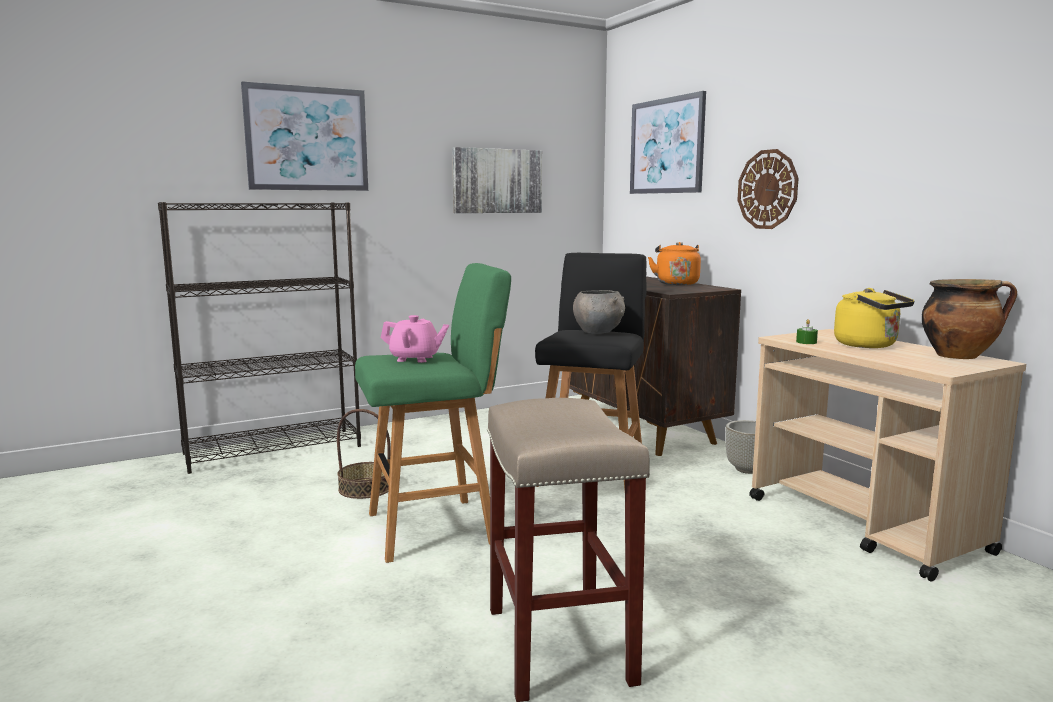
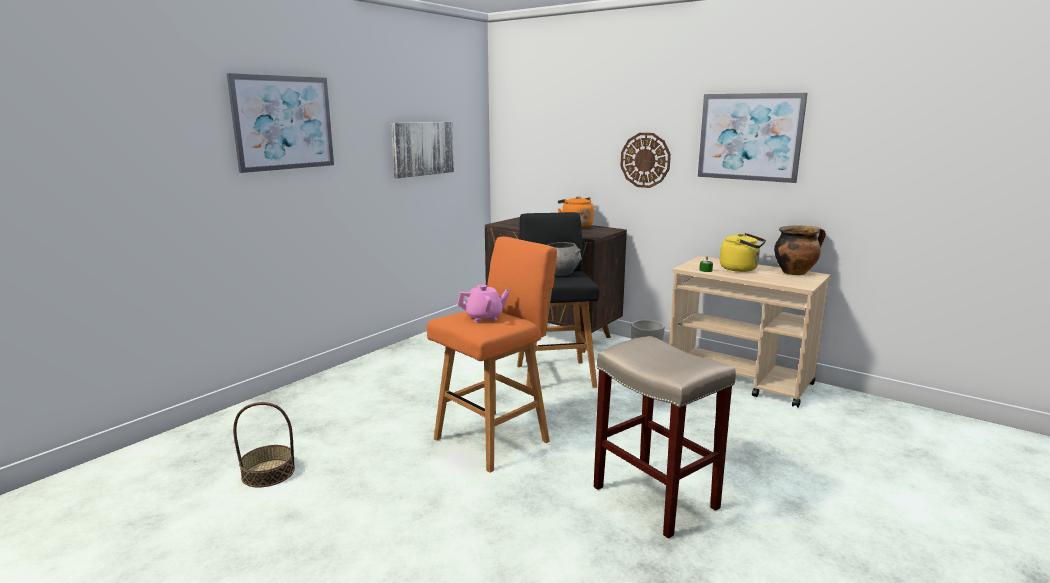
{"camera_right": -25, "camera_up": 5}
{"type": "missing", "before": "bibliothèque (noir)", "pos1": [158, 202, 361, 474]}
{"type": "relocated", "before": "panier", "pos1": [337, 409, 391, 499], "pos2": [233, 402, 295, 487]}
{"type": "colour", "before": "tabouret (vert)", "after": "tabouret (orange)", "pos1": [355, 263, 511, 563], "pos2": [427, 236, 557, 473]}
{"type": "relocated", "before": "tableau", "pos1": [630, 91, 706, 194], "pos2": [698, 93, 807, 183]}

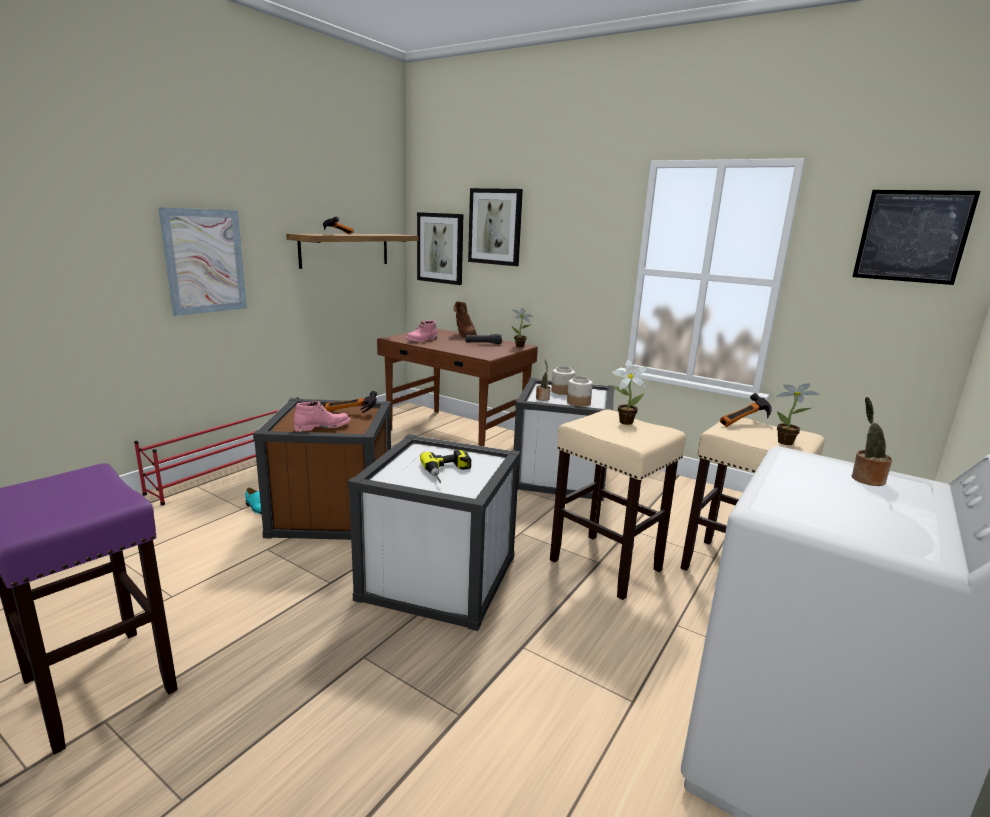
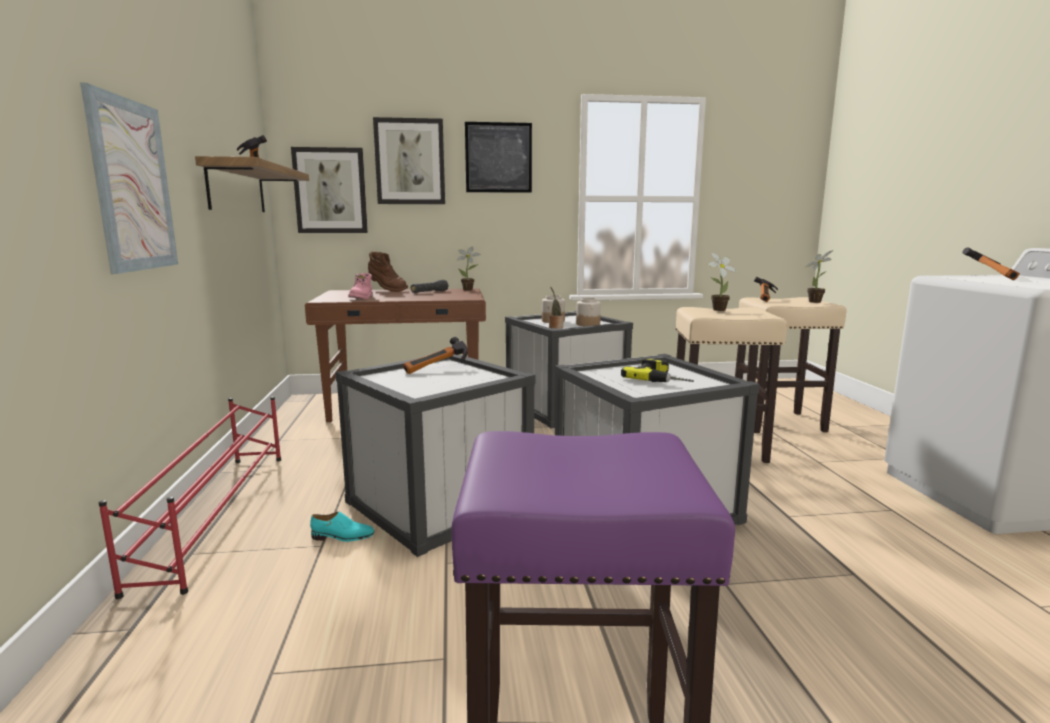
{"camera_right": -40, "camera_up": -5}
{"type": "colour", "before": "boîte de rangement (marron)", "after": "boîte de rangement (blanc)", "pos1": [253, 398, 391, 540], "pos2": [335, 353, 535, 557]}
{"type": "missing", "before": "botte (rose)", "pos1": [294, 401, 350, 432]}
{"type": "relocated", "before": "tableau", "pos1": [852, 190, 981, 285], "pos2": [465, 122, 532, 193]}
{"type": "exchanged", "before": "plante en pot", "after": "marteau", "pos1": [852, 397, 892, 486], "pos2": [962, 248, 1020, 280]}

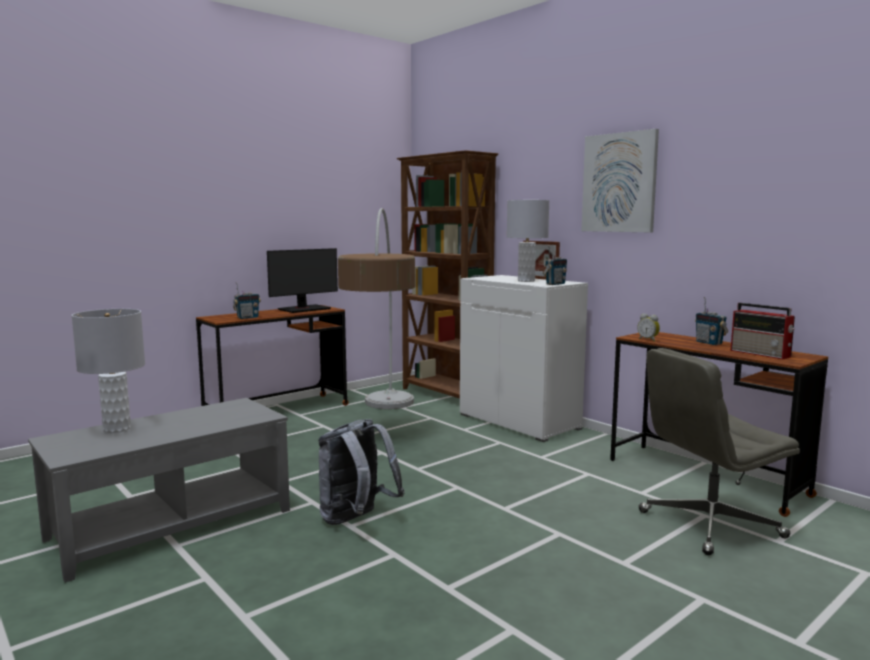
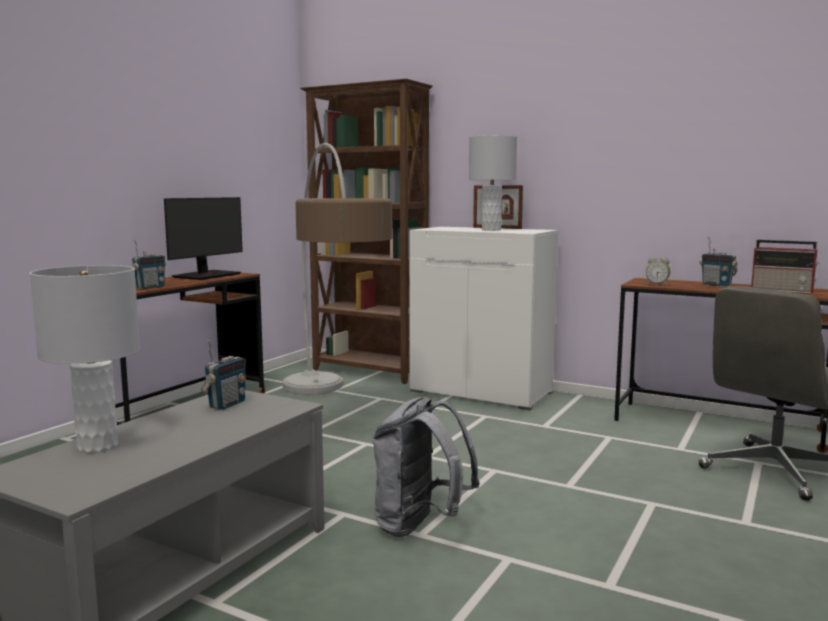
{"camera_right": -20, "camera_up": 0}
{"type": "relocated", "before": "radio", "pos1": [543, 247, 567, 285], "pos2": [201, 340, 246, 410]}
{"type": "missing", "before": "tableau", "pos1": [582, 129, 659, 232]}

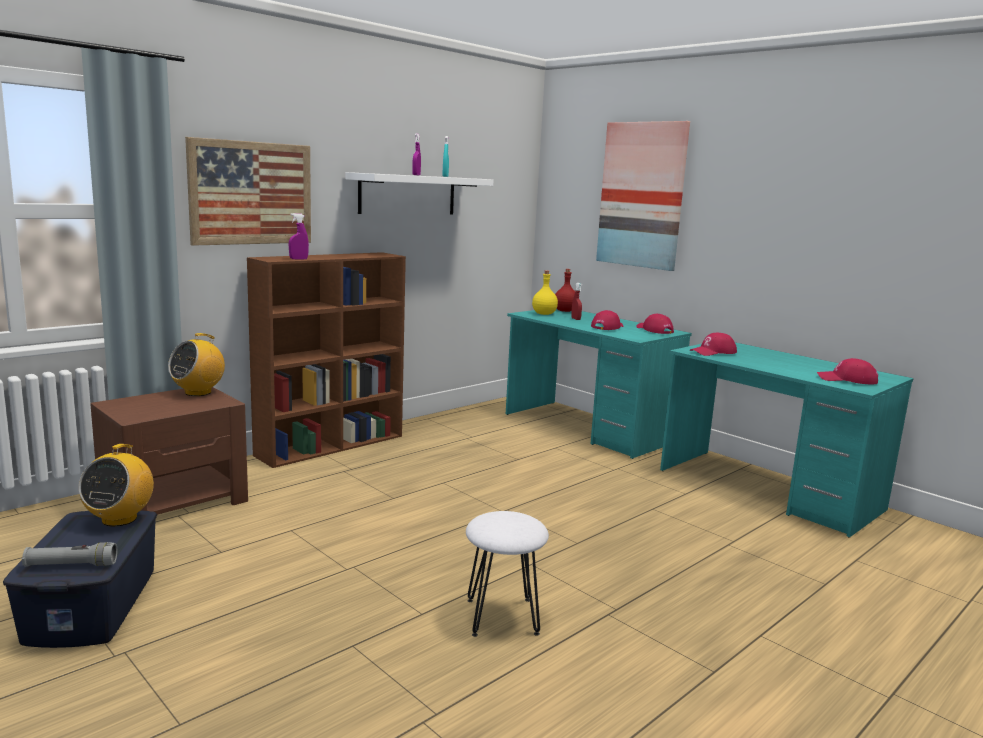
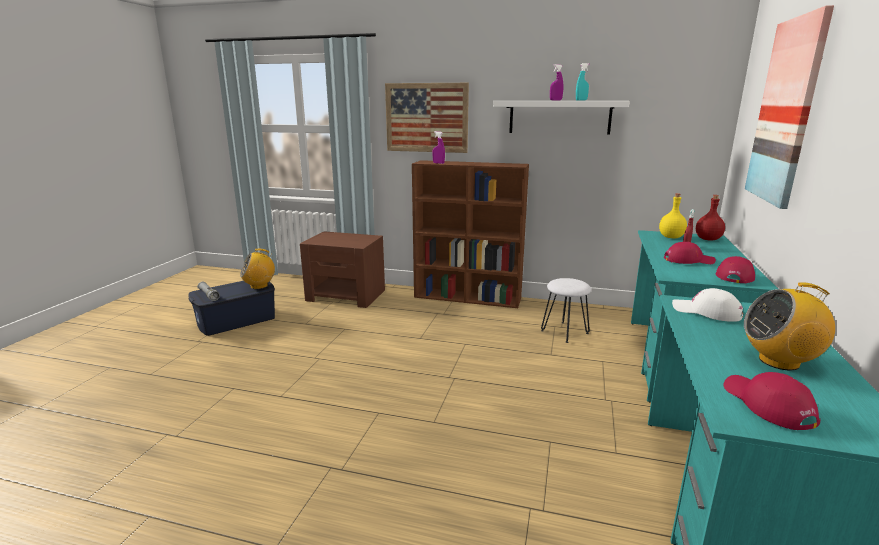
{"camera_right": 60, "camera_up": 5}
{"type": "relocated", "before": "radio", "pos1": [168, 333, 225, 396], "pos2": [744, 282, 835, 371]}
{"type": "relocated", "before": "tabouret (blanc)", "pos1": [466, 511, 549, 637], "pos2": [541, 278, 591, 343]}
{"type": "colour", "before": "casquette (rouge)", "after": "casquette (blanc)", "pos1": [690, 333, 737, 356], "pos2": [672, 288, 743, 322]}

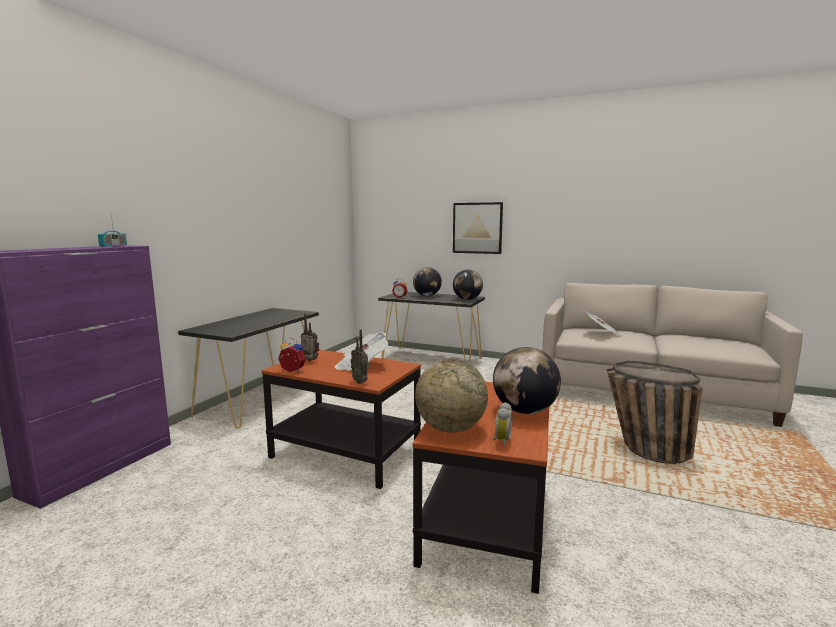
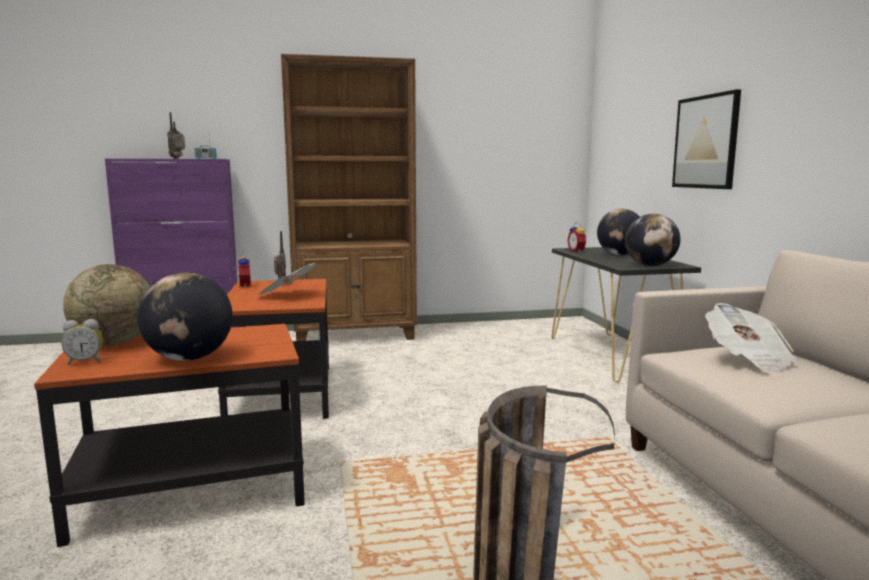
{"camera_right": 55, "camera_up": 0}
{"type": "exchanged", "before": "table console (noir)", "after": "bibliothèque (marron)", "pos1": [178, 308, 319, 428], "pos2": [281, 54, 417, 341]}
{"type": "relocated", "before": "radio", "pos1": [351, 329, 370, 384], "pos2": [167, 112, 185, 159]}

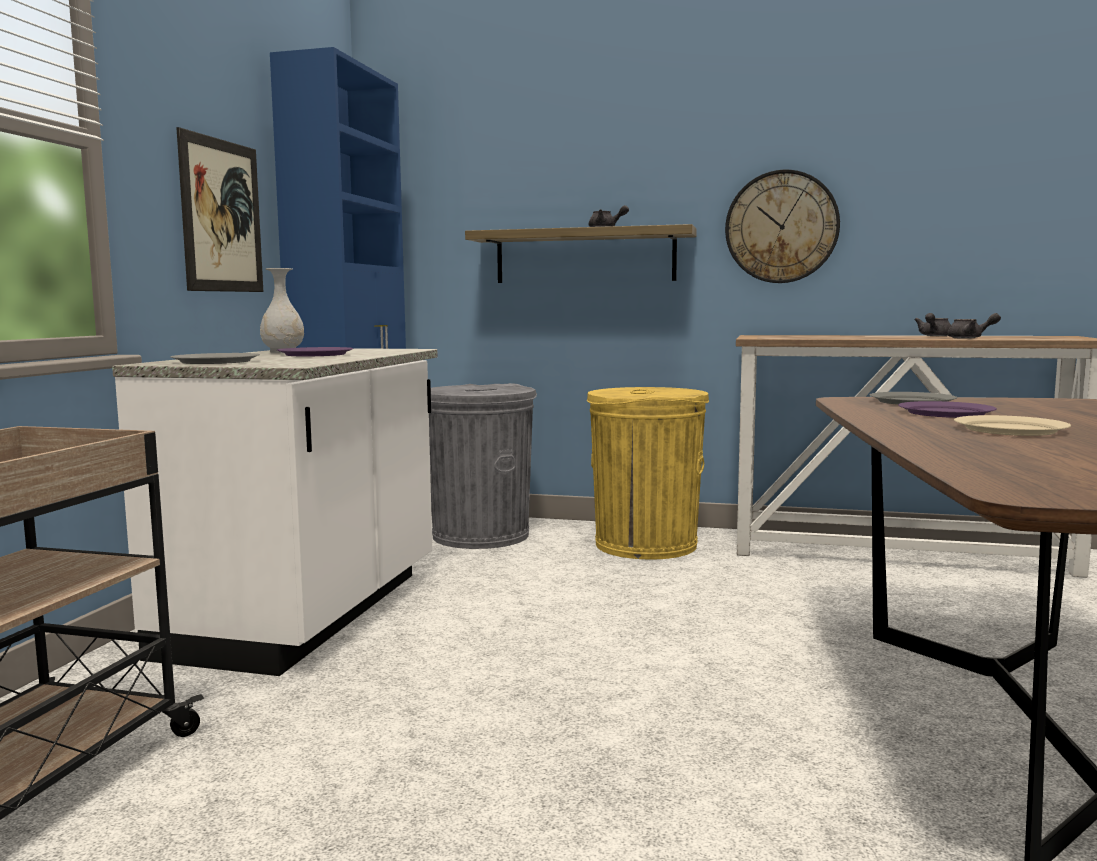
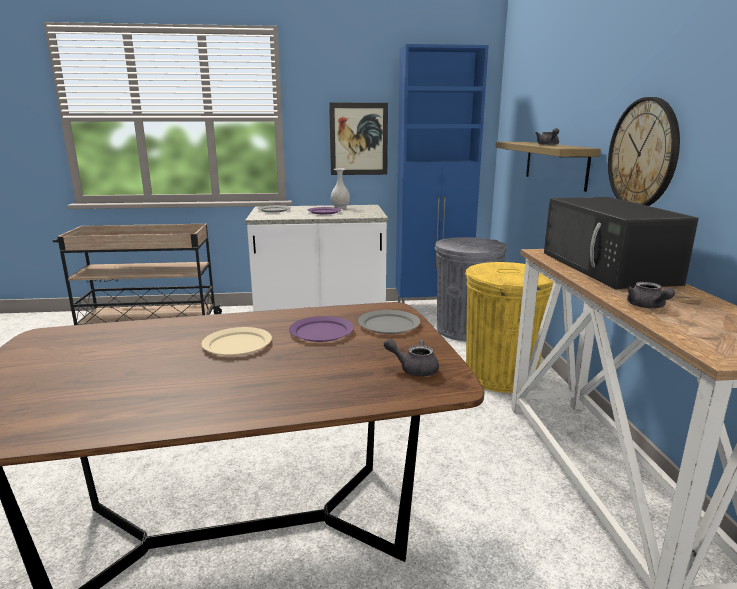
{"camera_right": 70, "camera_up": 10}
{"type": "relocated", "before": "théière (gris)", "pos1": [914, 313, 951, 336], "pos2": [384, 339, 439, 376]}
{"type": "appeared", "after": "micro-ondes (noir)", "pos2": [544, 197, 699, 289]}

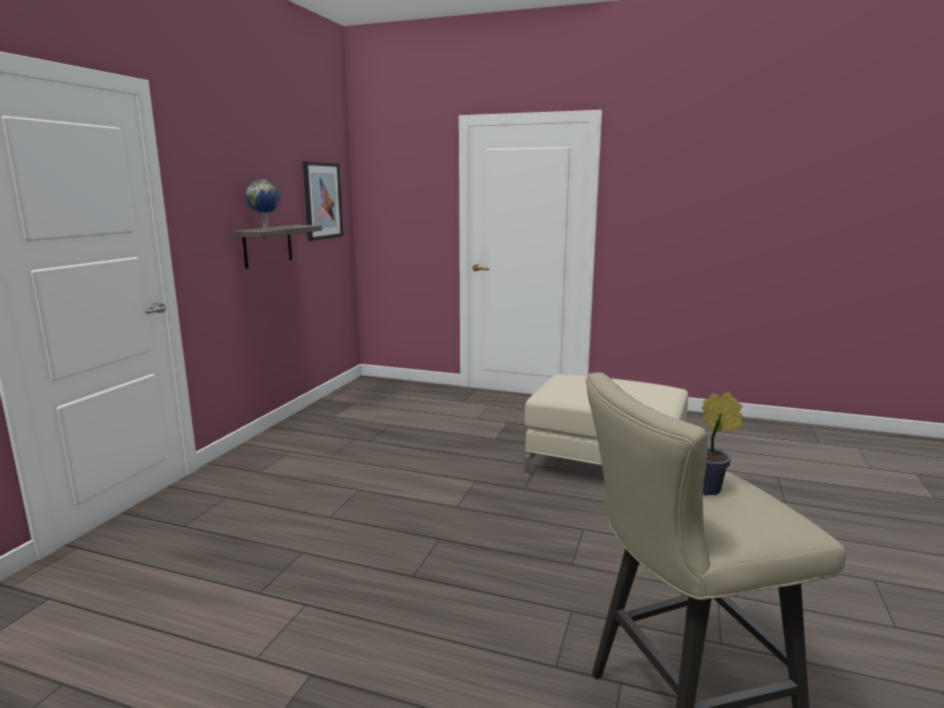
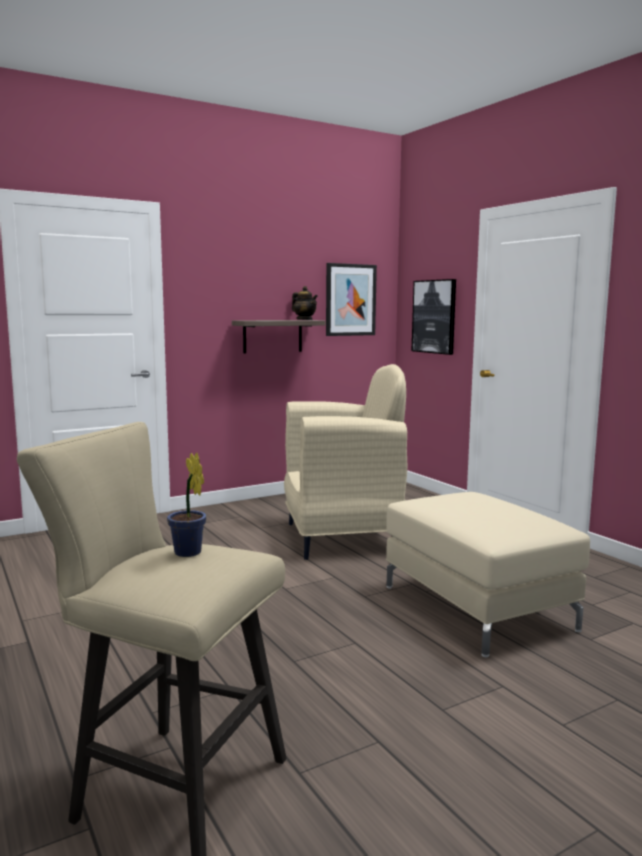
{"camera_right": 40, "camera_up": -5}
{"type": "missing", "before": "globe", "pos1": [246, 180, 280, 229]}
{"type": "appeared", "after": "fauteuil (beige)", "pos2": [284, 364, 407, 560]}
{"type": "appeared", "after": "théière", "pos2": [292, 286, 318, 320]}
{"type": "appeared", "after": "tableau", "pos2": [412, 279, 456, 355]}

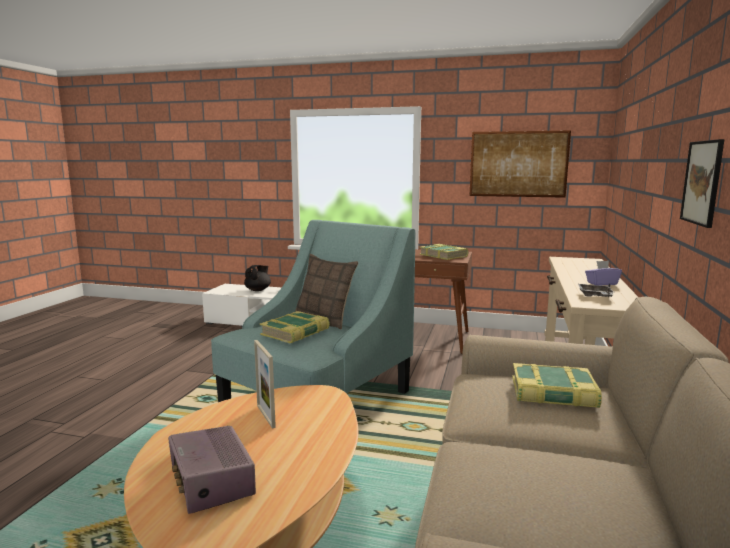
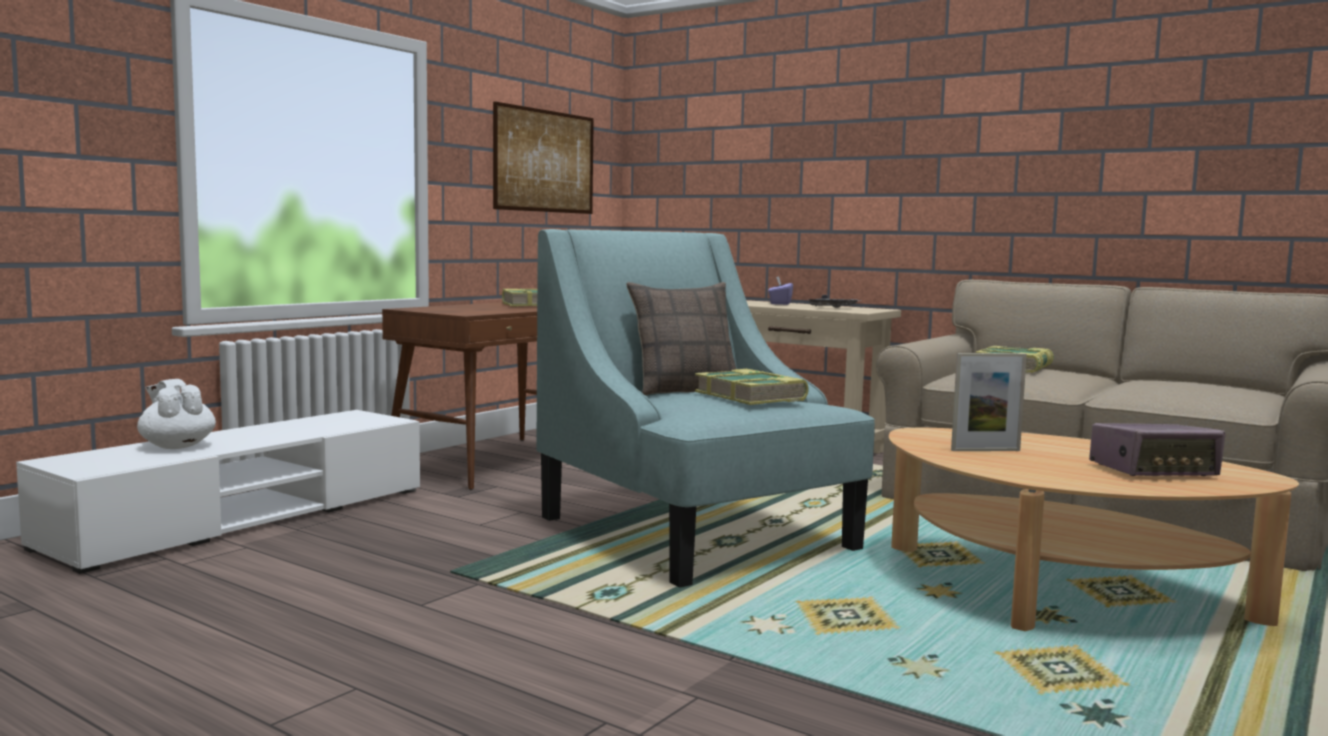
{"camera_right": -70, "camera_up": -5}
{"type": "colour", "before": "théière (noir)", "after": "théière (blanc)", "pos1": [244, 265, 271, 291], "pos2": [137, 379, 216, 449]}
{"type": "missing", "before": "tableau", "pos1": [680, 139, 725, 228]}

